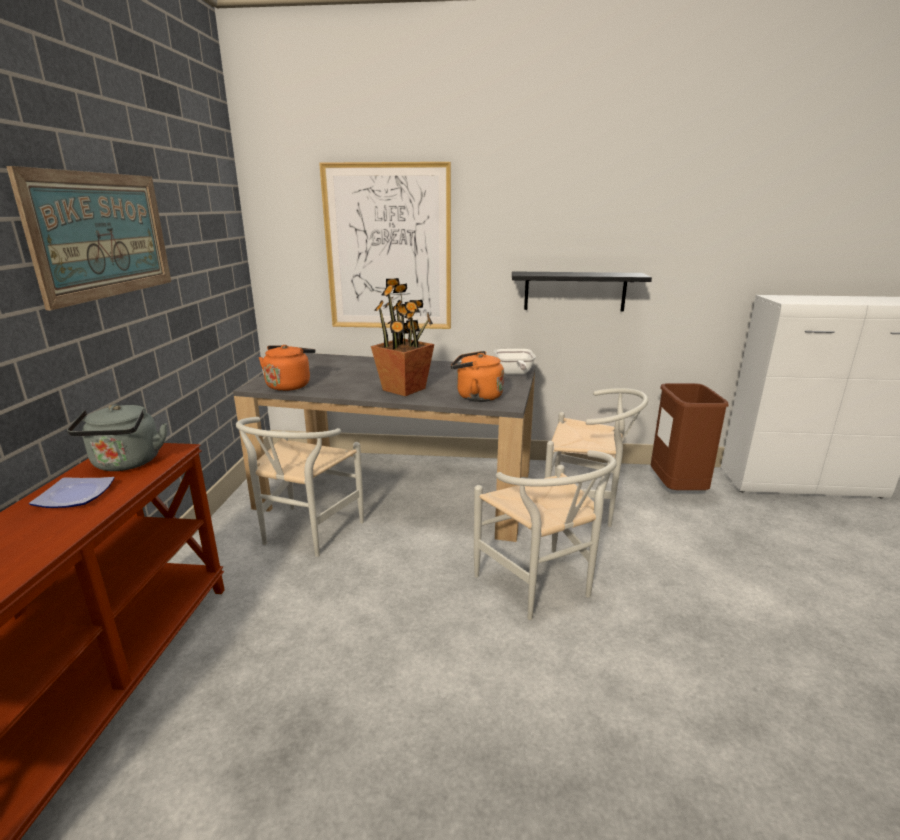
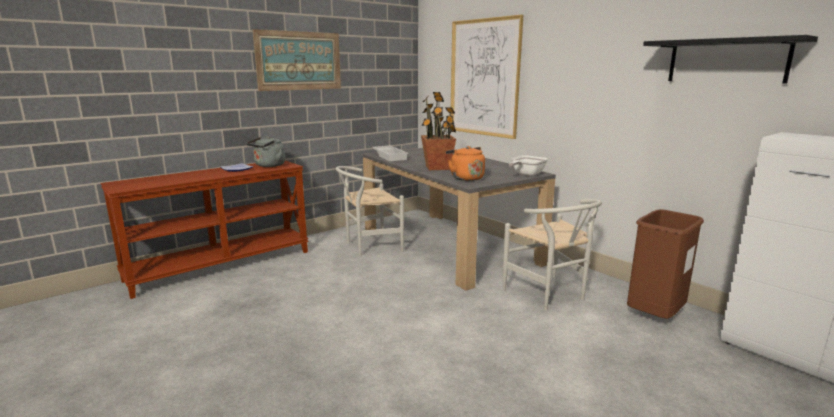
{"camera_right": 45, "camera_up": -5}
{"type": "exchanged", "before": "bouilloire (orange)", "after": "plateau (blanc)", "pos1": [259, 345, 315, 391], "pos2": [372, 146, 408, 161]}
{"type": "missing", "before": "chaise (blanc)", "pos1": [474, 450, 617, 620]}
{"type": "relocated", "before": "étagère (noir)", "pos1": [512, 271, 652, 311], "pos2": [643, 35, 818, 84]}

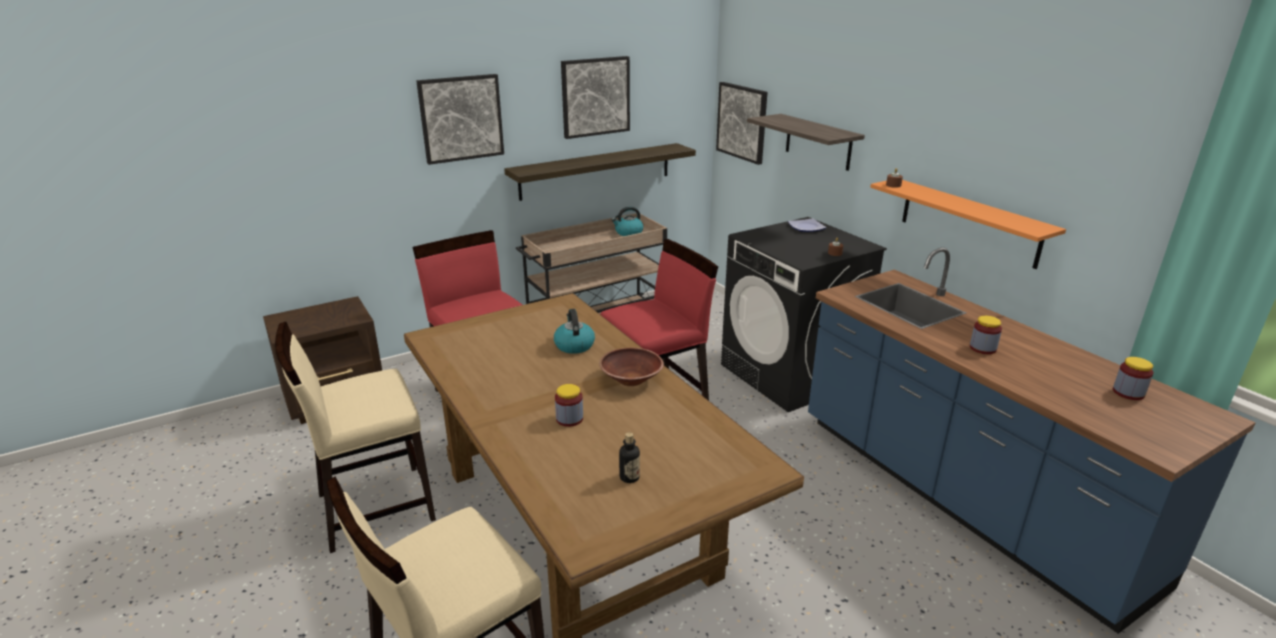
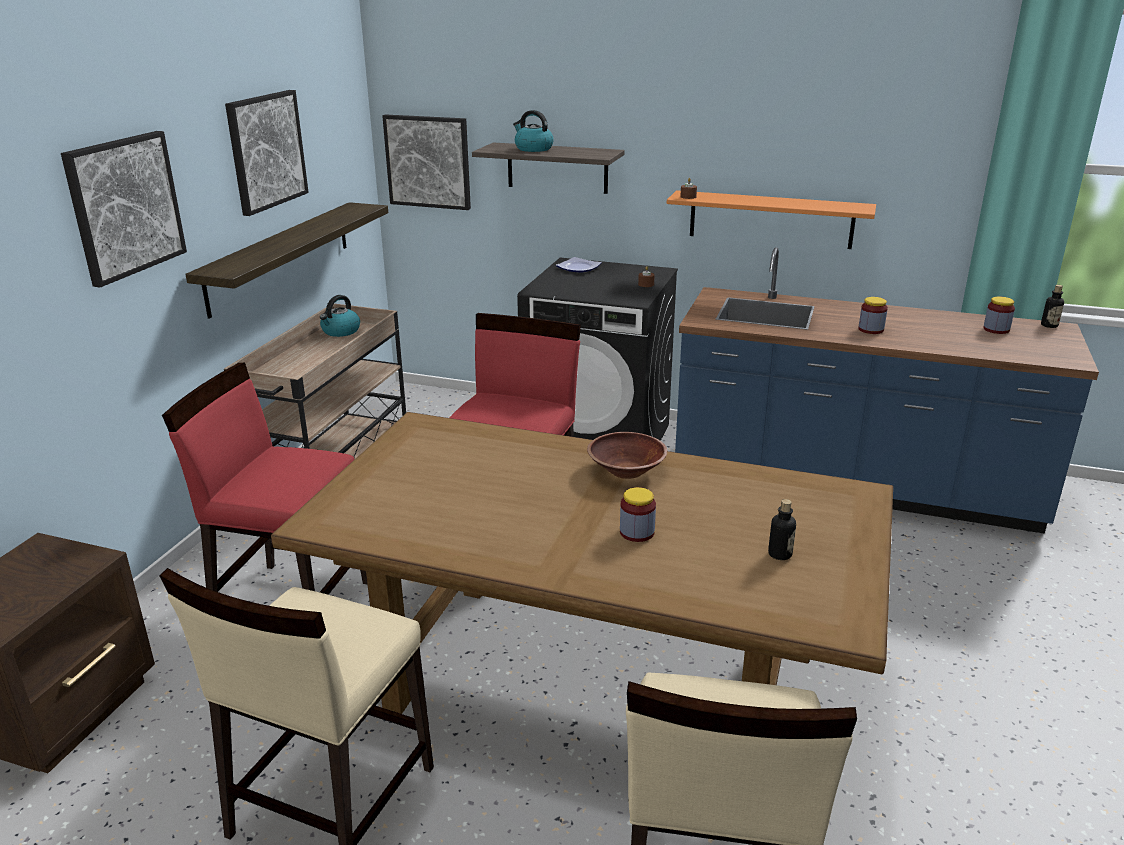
{"camera_right": -40, "camera_up": 0}
{"type": "relocated", "before": "bouilloire", "pos1": [554, 309, 595, 354], "pos2": [513, 110, 554, 152]}
{"type": "appeared", "after": "bouteille", "pos2": [1041, 285, 1064, 328]}

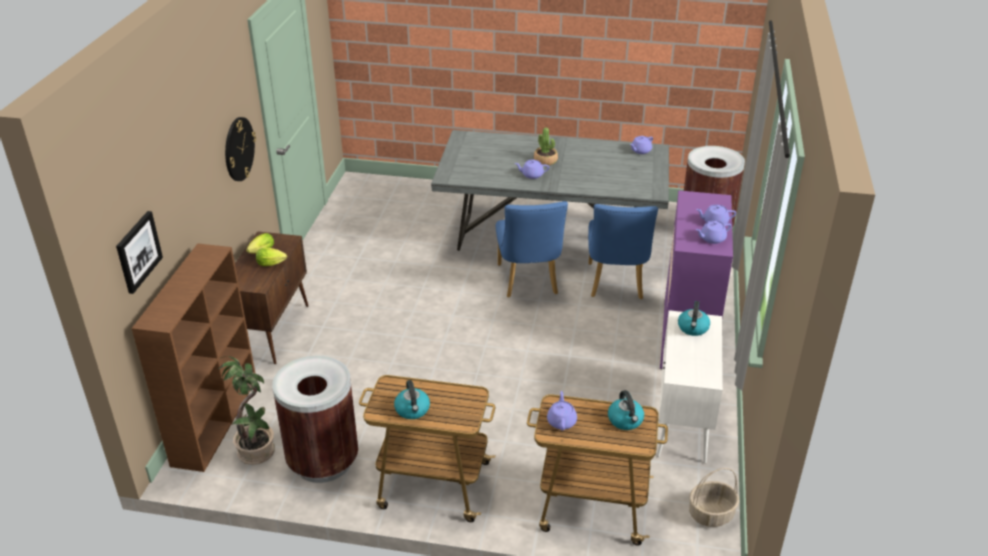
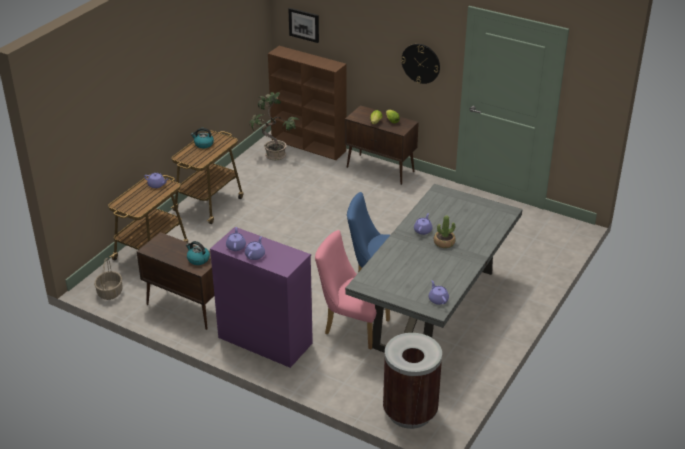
{"camera_right": 110, "camera_up": 0}
{"type": "missing", "before": "poubelle (marron)", "pos1": [272, 356, 358, 483]}
{"type": "colour", "before": "chaise (bleu)", "after": "chaise (rose)", "pos1": [588, 204, 658, 299], "pos2": [315, 230, 390, 349]}
{"type": "missing", "before": "bouilloire", "pos1": [608, 390, 644, 430]}
{"type": "colour", "before": "meuble de rangement (blanc)", "after": "meuble de rangement (marron)", "pos1": [657, 310, 723, 463], "pos2": [137, 232, 214, 330]}

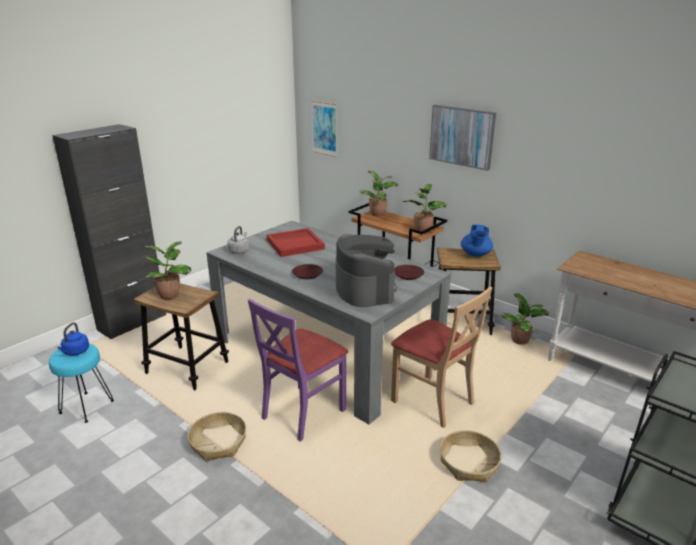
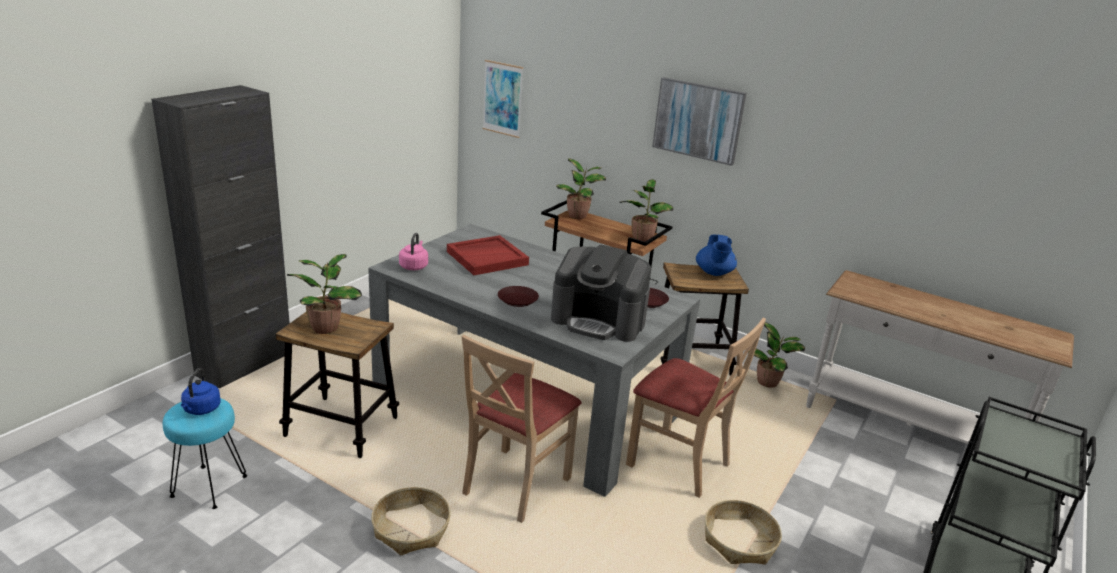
{"camera_right": -10, "camera_up": 0}
{"type": "colour", "before": "bouilloire (gris)", "after": "bouilloire (rose)", "pos1": [227, 226, 249, 254], "pos2": [399, 233, 428, 270]}
{"type": "colour", "before": "chaise (violet)", "after": "chaise (beige)", "pos1": [248, 298, 348, 442], "pos2": [462, 335, 581, 523]}
{"type": "spun", "before": "machine à café", "pos1": [336, 234, 397, 307], "pos2": [551, 245, 651, 342], "turn": 135}

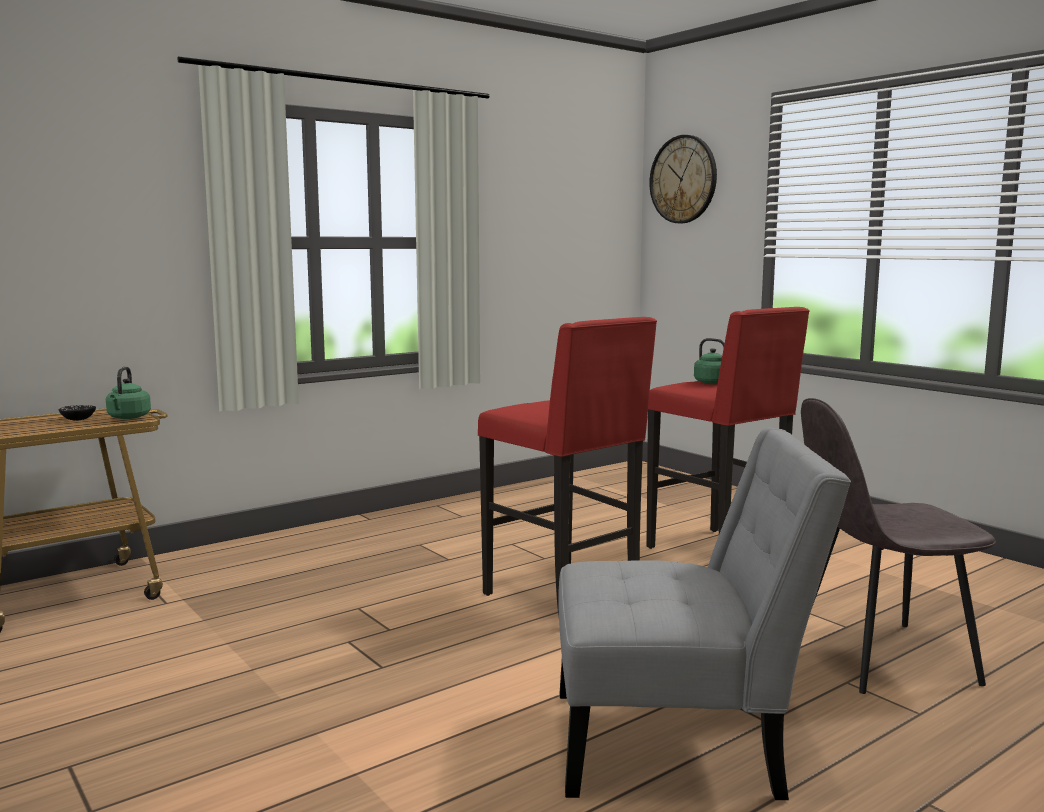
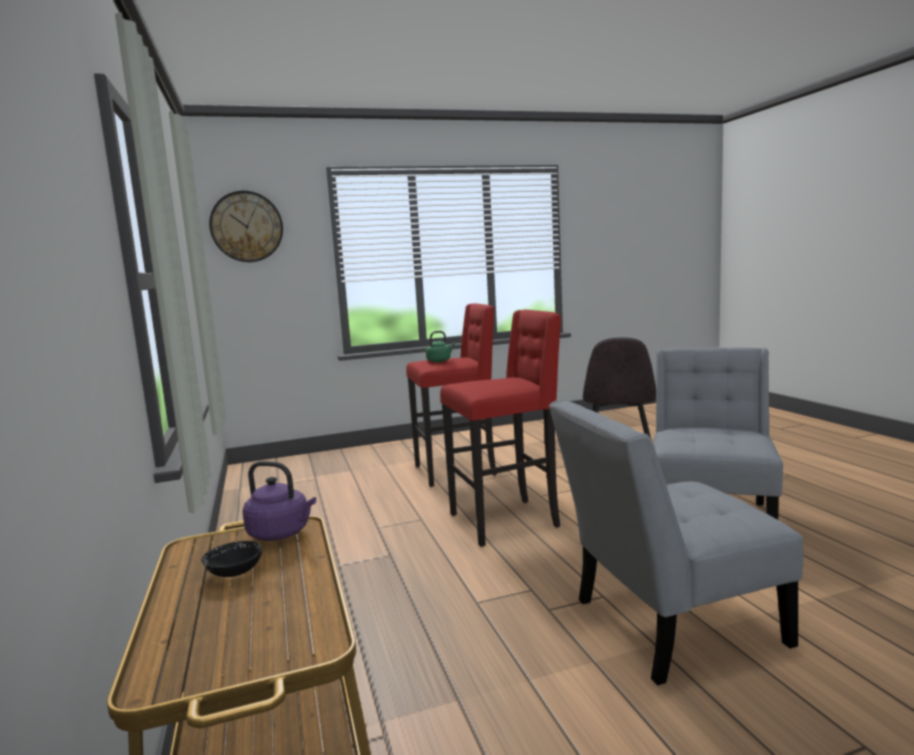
{"camera_right": -70, "camera_up": 0}
{"type": "colour", "before": "bouilloire (vert)", "after": "bouilloire (violet)", "pos1": [106, 366, 151, 419], "pos2": [243, 461, 316, 541]}
{"type": "appeared", "after": "chaise (gris)", "pos2": [549, 399, 804, 685]}

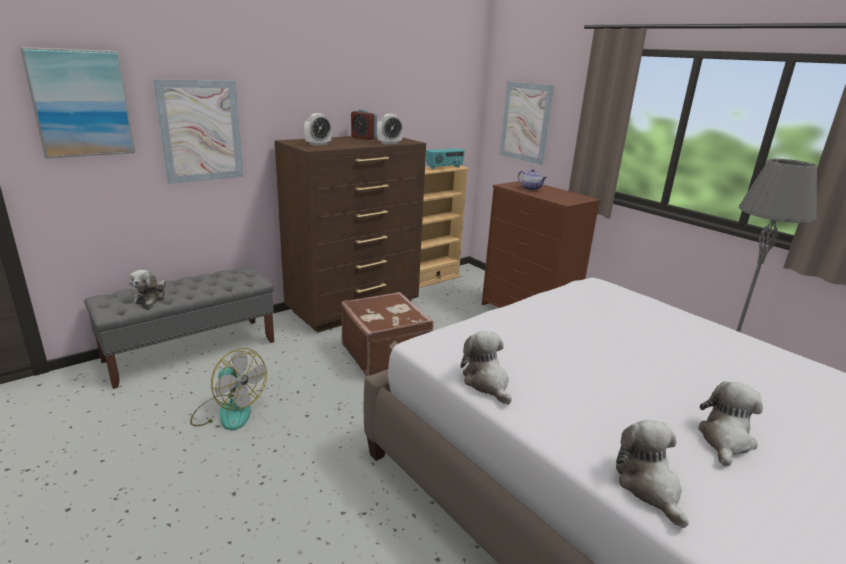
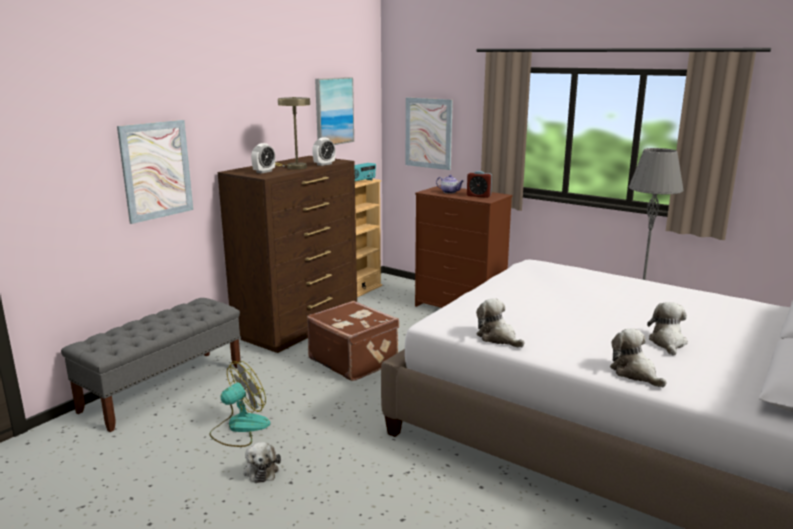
{"camera_right": -15, "camera_up": -5}
{"type": "relocated", "before": "tableau", "pos1": [20, 47, 135, 158], "pos2": [315, 77, 354, 145]}
{"type": "relocated", "before": "peluche", "pos1": [129, 270, 166, 305], "pos2": [243, 442, 281, 483]}
{"type": "spun", "before": "ventilateur", "pos1": [190, 348, 267, 431], "pos2": [209, 361, 271, 447], "turn": -60}
{"type": "relocated", "before": "réveil", "pos1": [351, 109, 377, 140], "pos2": [467, 171, 492, 198]}
{"type": "appeared", "after": "lampe de table (beige)", "pos2": [275, 97, 310, 170]}

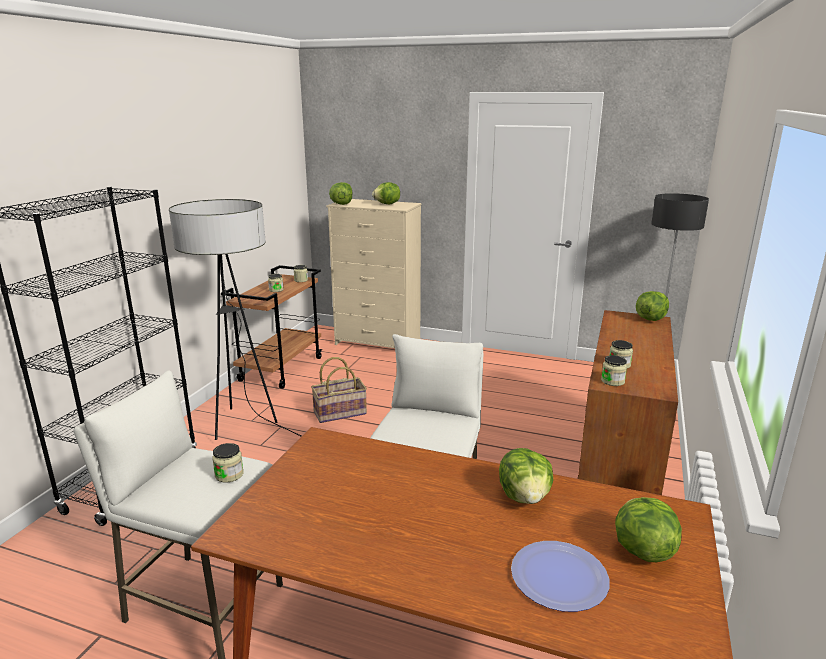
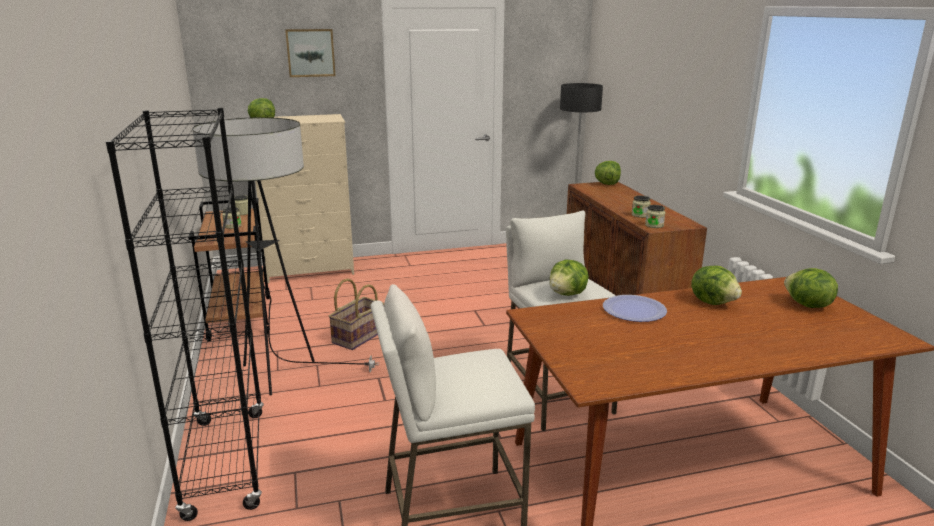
{"camera_right": -35, "camera_up": 0}
{"type": "missing", "before": "bocal", "pos1": [212, 443, 244, 482]}
{"type": "relocated", "before": "laitue", "pos1": [372, 182, 400, 205], "pos2": [550, 259, 589, 296]}
{"type": "relocated", "before": "assiette", "pos1": [511, 541, 610, 612], "pos2": [603, 295, 667, 322]}
{"type": "appeared", "after": "tableau", "pos2": [285, 29, 336, 77]}

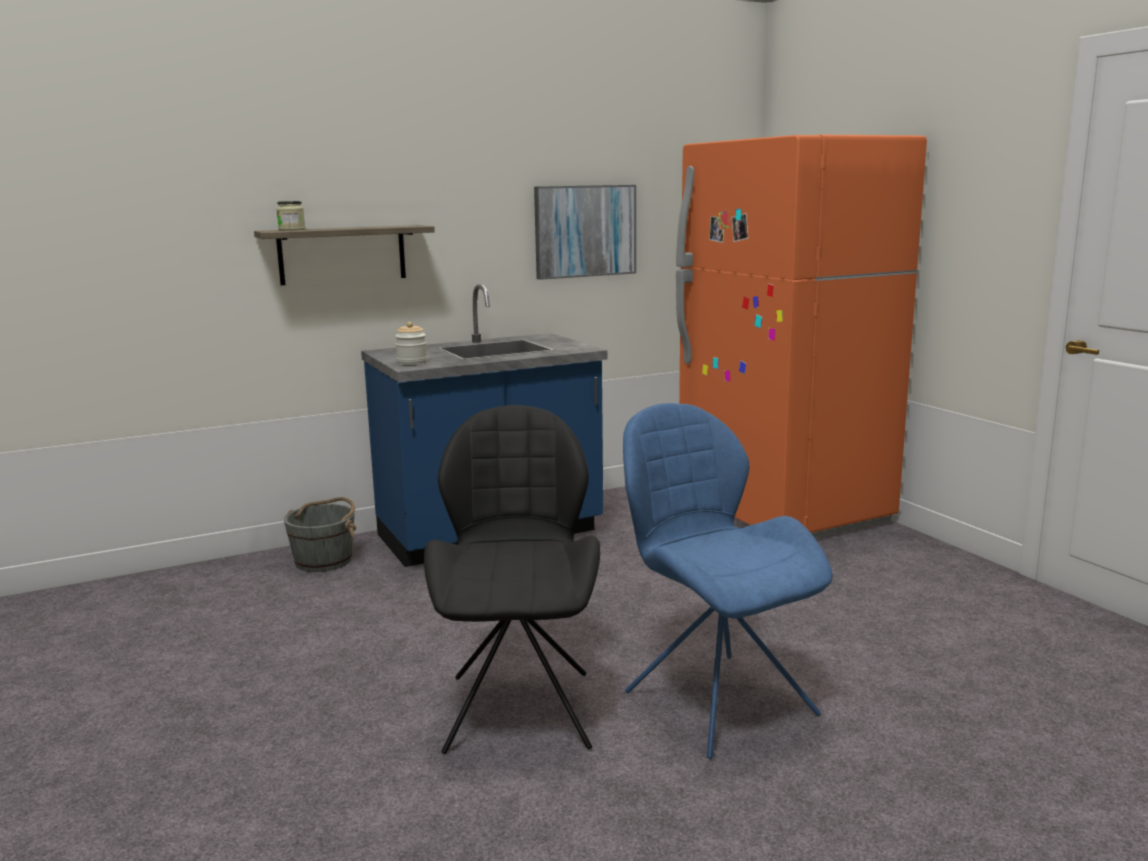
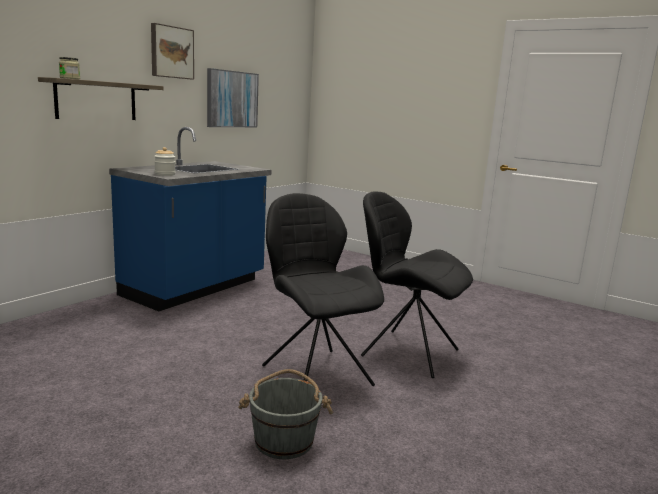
{"camera_right": -30, "camera_up": 0}
{"type": "relocated", "before": "seau (gris)", "pos1": [284, 497, 357, 572], "pos2": [238, 369, 333, 459]}
{"type": "colour", "before": "chaise (bleu)", "after": "chaise (noir)", "pos1": [623, 403, 833, 759], "pos2": [361, 191, 473, 378]}
{"type": "missing", "before": "réfrigérateur (orange)", "pos1": [676, 135, 927, 539]}
{"type": "appeared", "after": "tableau", "pos2": [151, 23, 194, 80]}

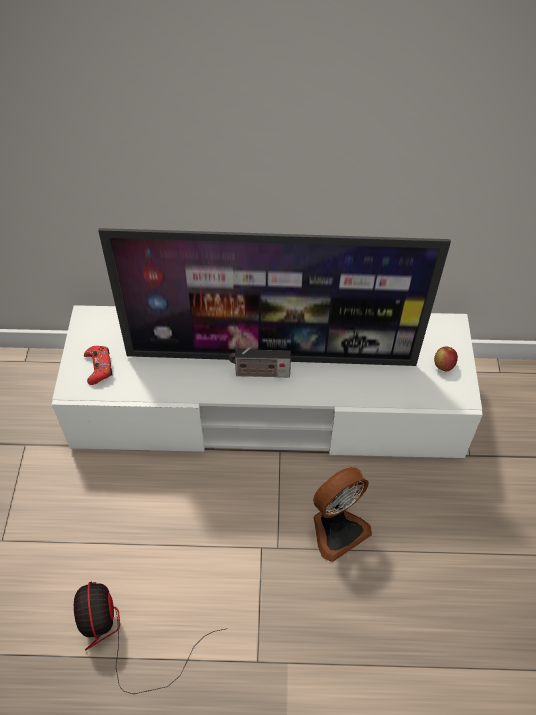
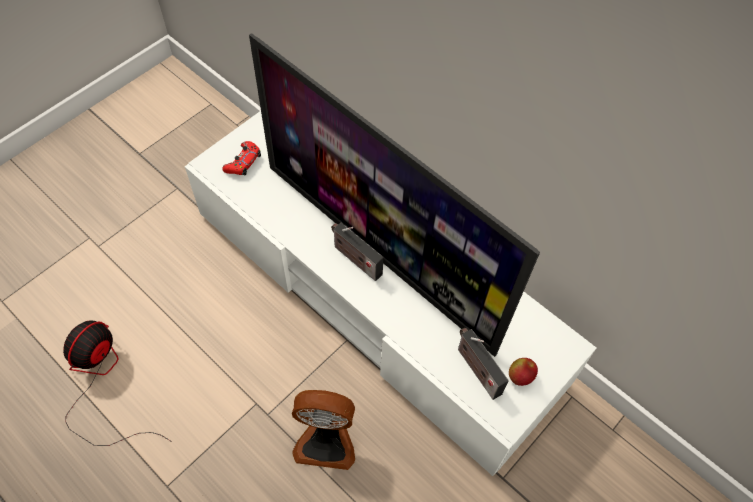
{"camera_right": 40, "camera_up": 5}
{"type": "appeared", "after": "radio", "pos2": [458, 328, 509, 400]}

